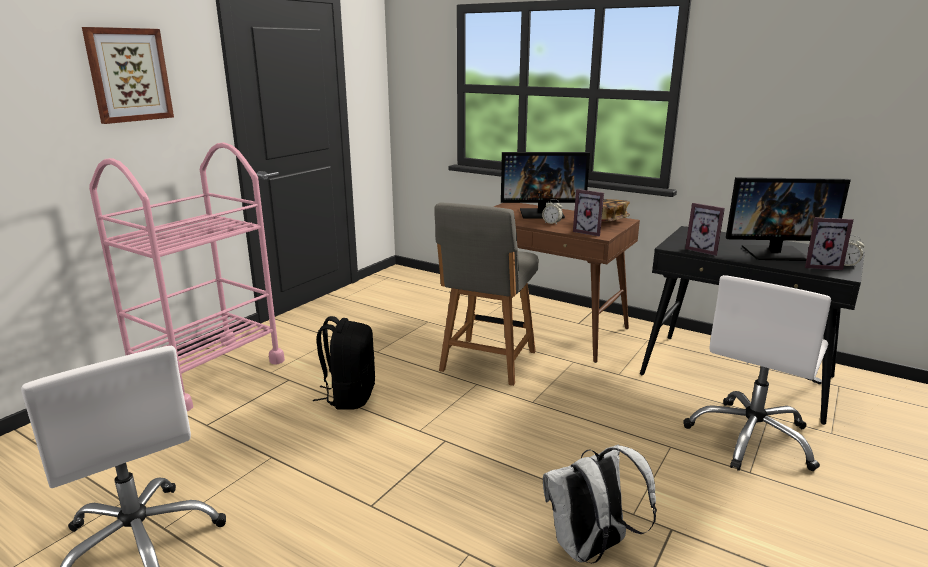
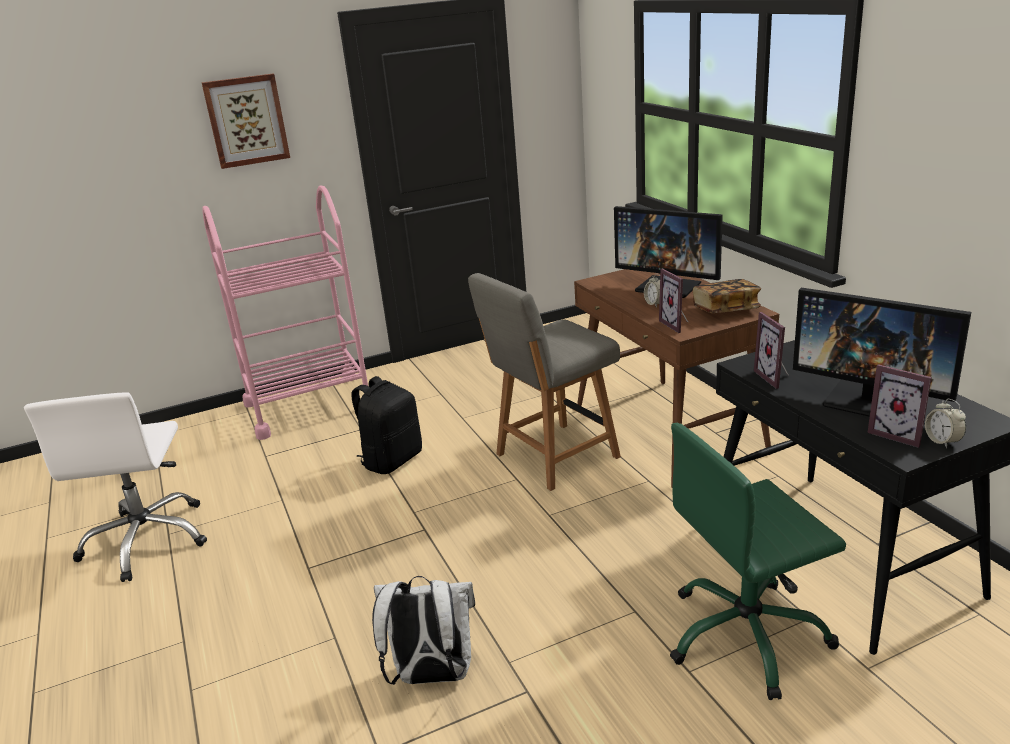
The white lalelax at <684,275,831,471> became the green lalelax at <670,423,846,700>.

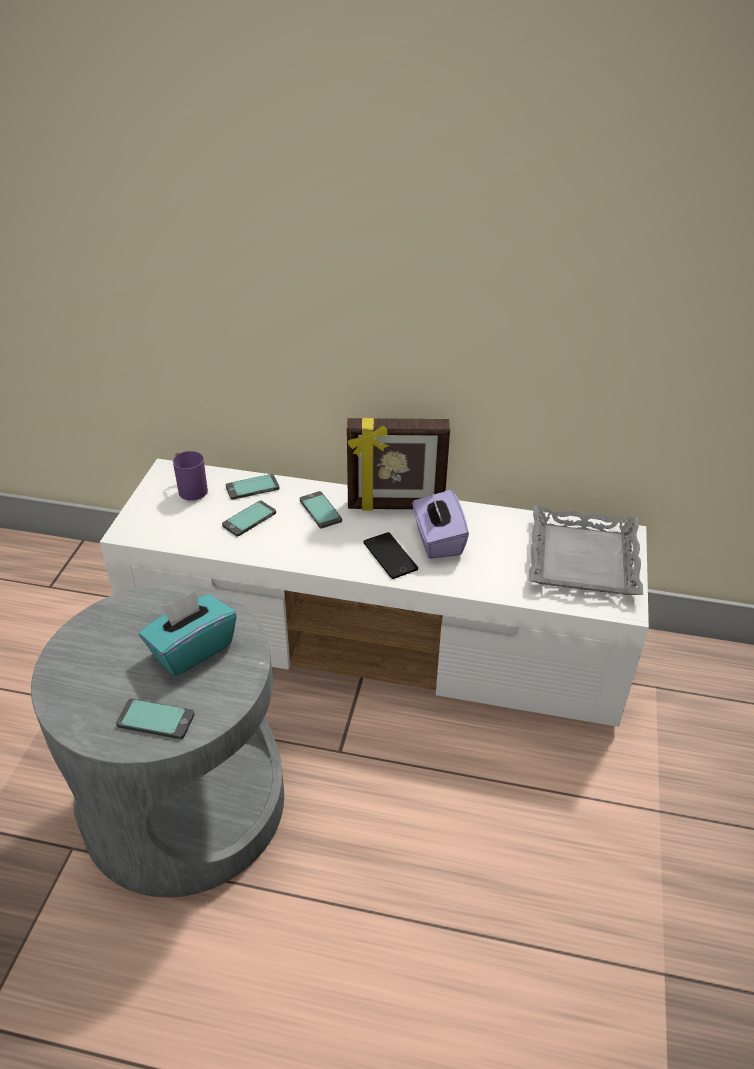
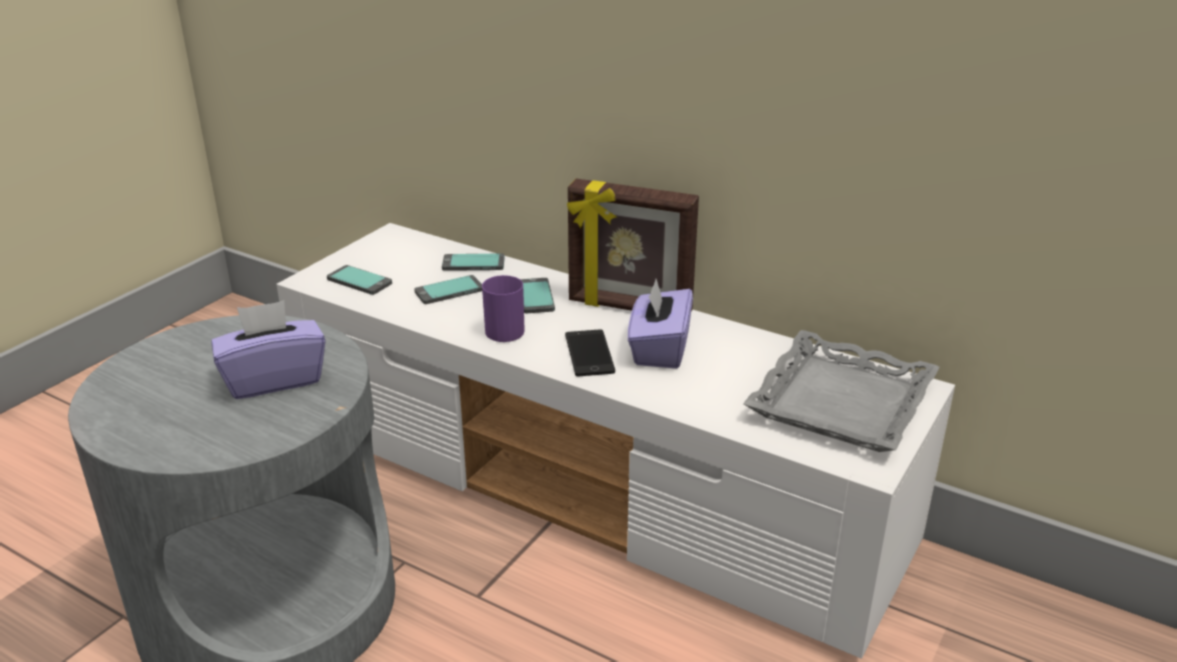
The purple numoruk moved from <173,451,208,501> to <482,275,525,342>.
The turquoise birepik at <139,590,236,676> became the purple birepik at <212,300,325,399>.
The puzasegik moved from <116,698,194,739> to <327,265,392,295>.

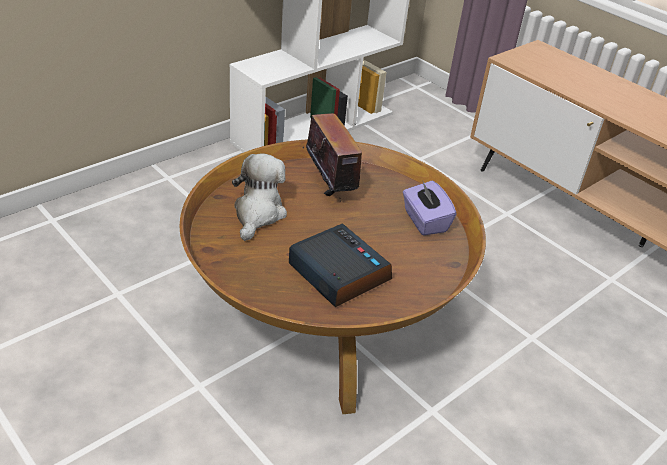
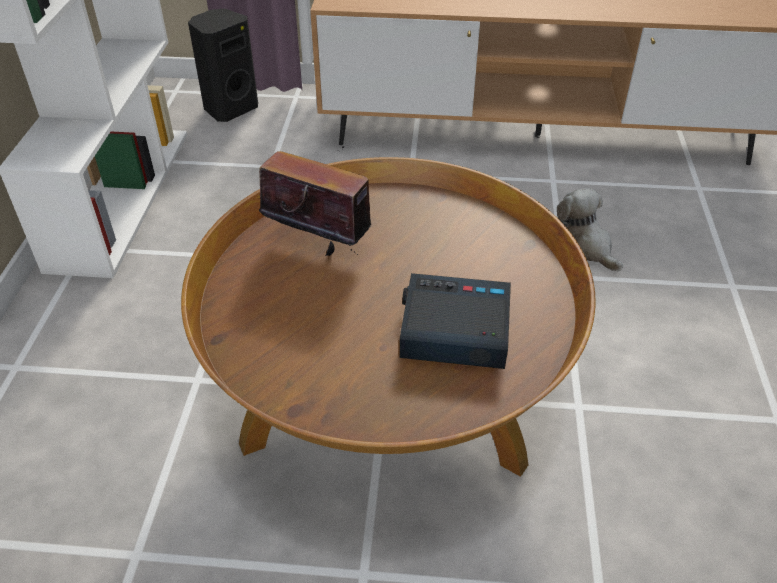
The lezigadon moved from <232,153,287,241> to <557,188,623,272>.
The purple birepik at <403,180,456,236> disappeared.
The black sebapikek at <188,9,258,122> appeared.

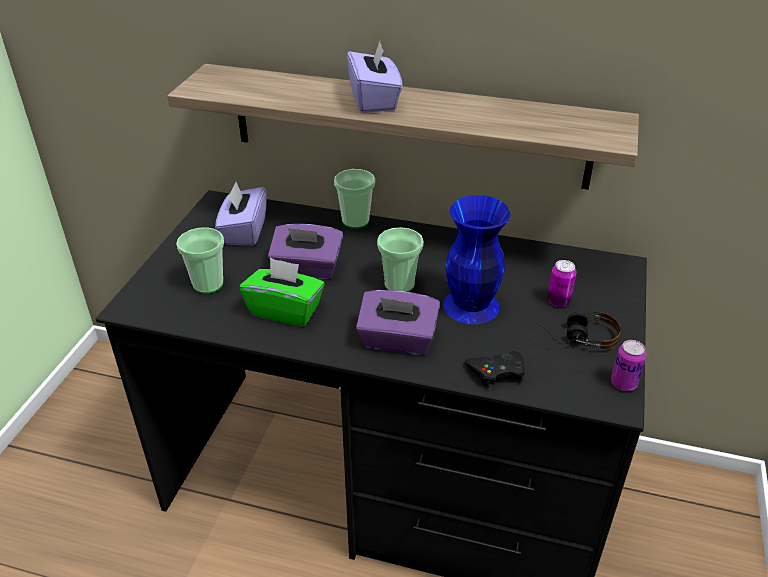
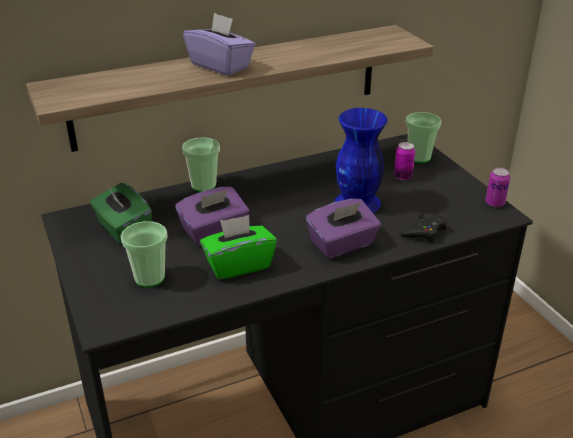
The purple birepik at <215,182,267,246> became the green birepik at <90,183,152,245>.
The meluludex moved from <377,227,423,292> to <406,112,441,163>.
The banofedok at <540,312,621,350> disappeared.

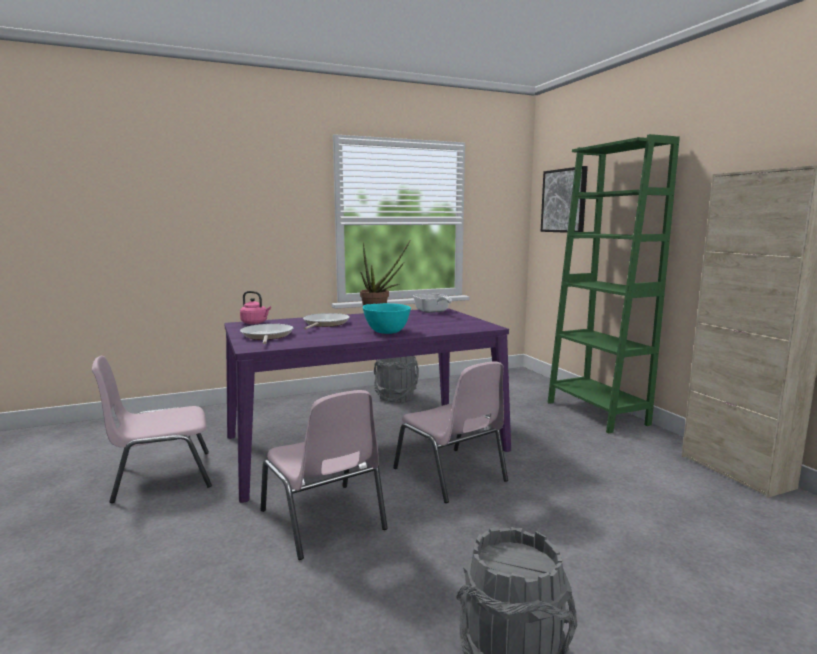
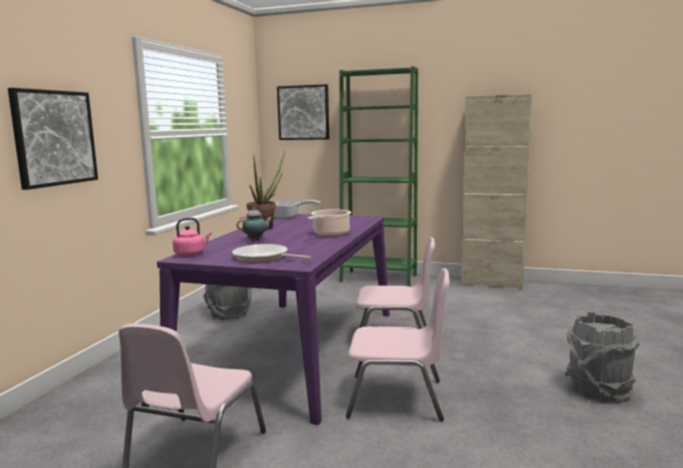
The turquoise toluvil at <363,303,411,334> was replaced by the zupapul at <307,209,351,236>.
The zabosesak at <303,313,350,330> was replaced by the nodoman at <236,207,273,241>.
The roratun at <8,88,98,190> appeared.

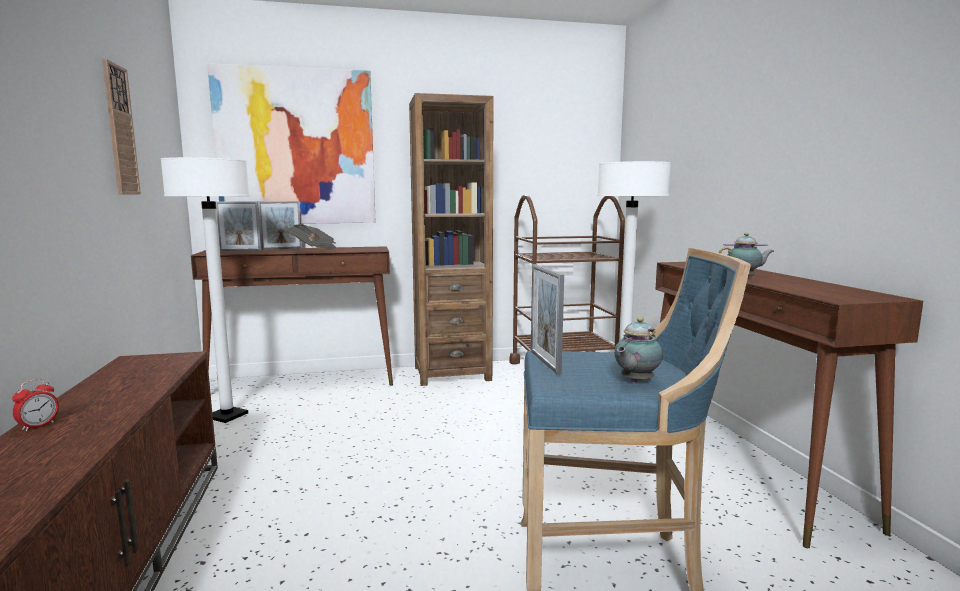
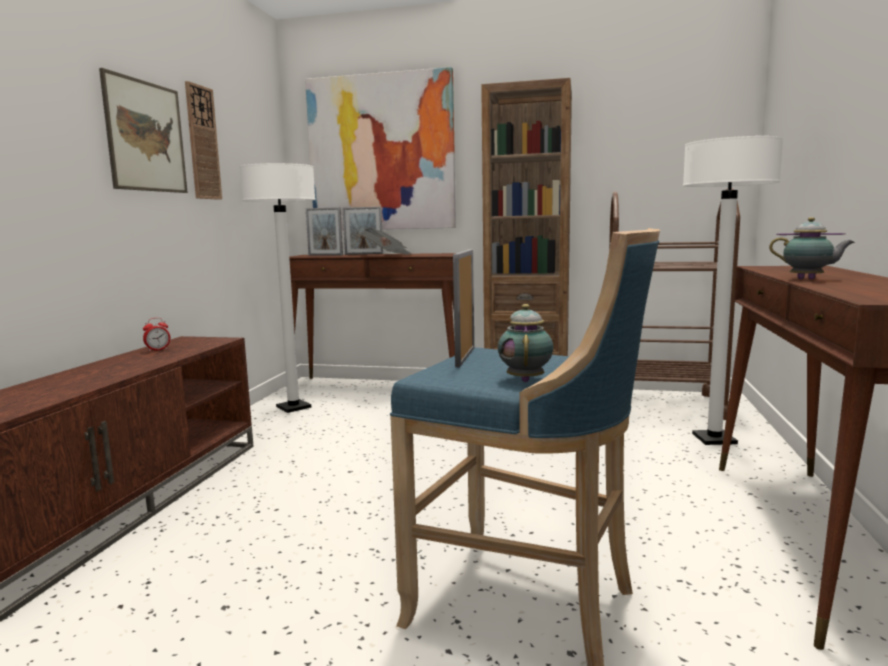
The nodoman at <614,317,663,382> turned 120 degrees clockwise.
The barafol moved from <12,379,59,431> to <143,318,170,351>.
The roratun at <99,68,188,193> appeared.

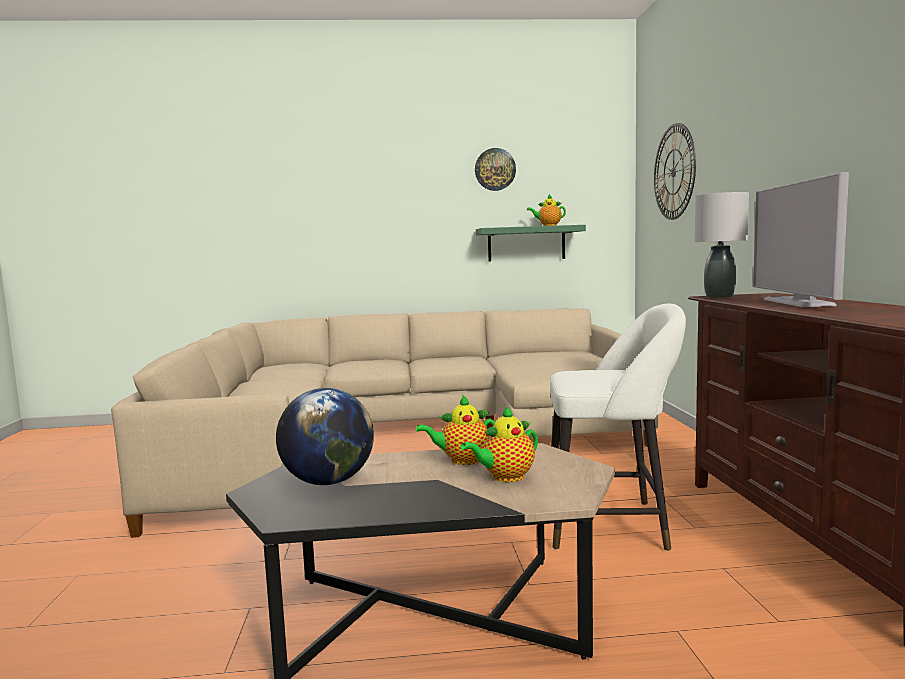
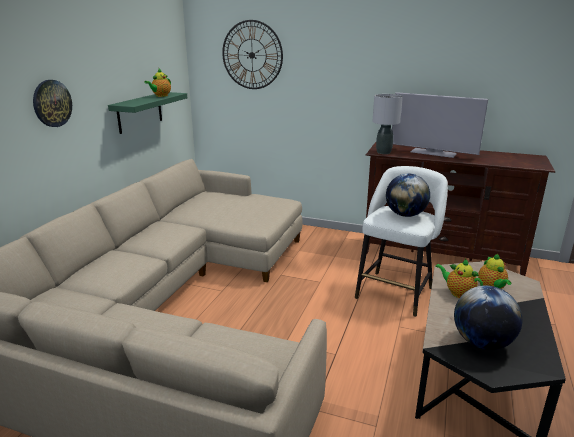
The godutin moved from <475,148,516,191> to <33,80,72,127>.
The nodoman at <416,395,495,465> turned 120 degrees clockwise.
The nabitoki at <386,173,430,217> appeared.

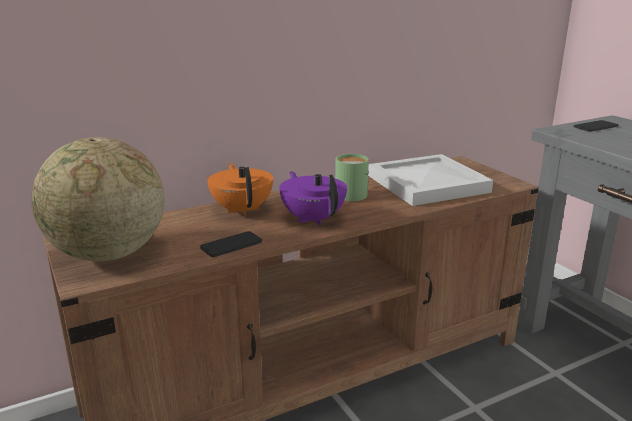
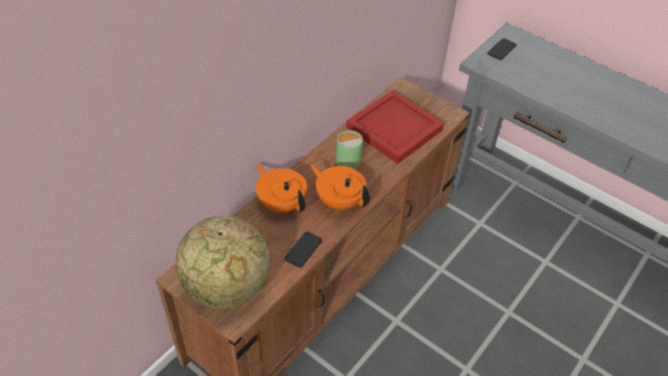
The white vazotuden at <368,154,493,206> became the red vazotuden at <346,90,444,164>.
The purple nodoman at <279,171,347,225> became the orange nodoman at <311,165,370,210>.

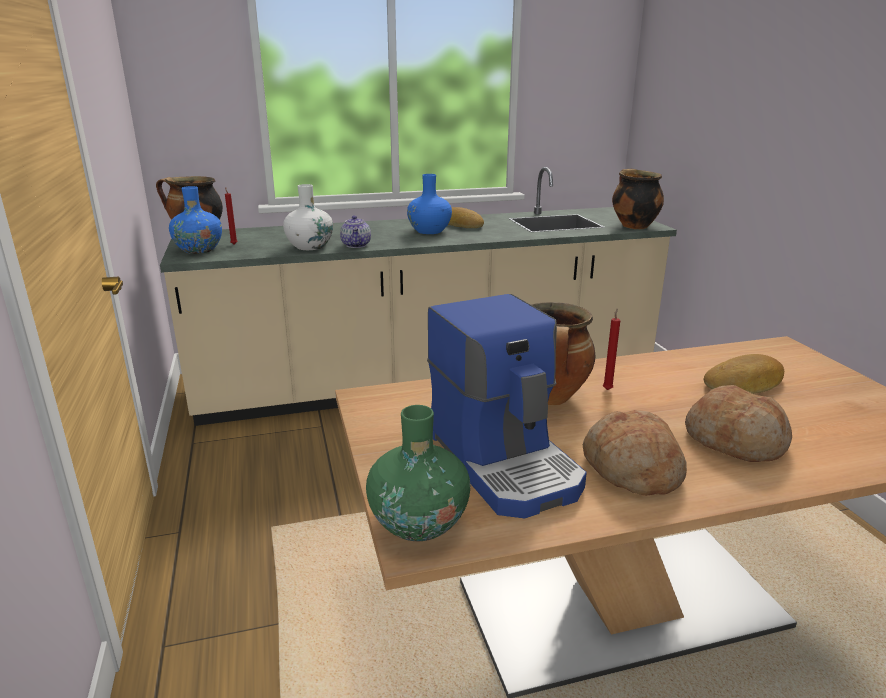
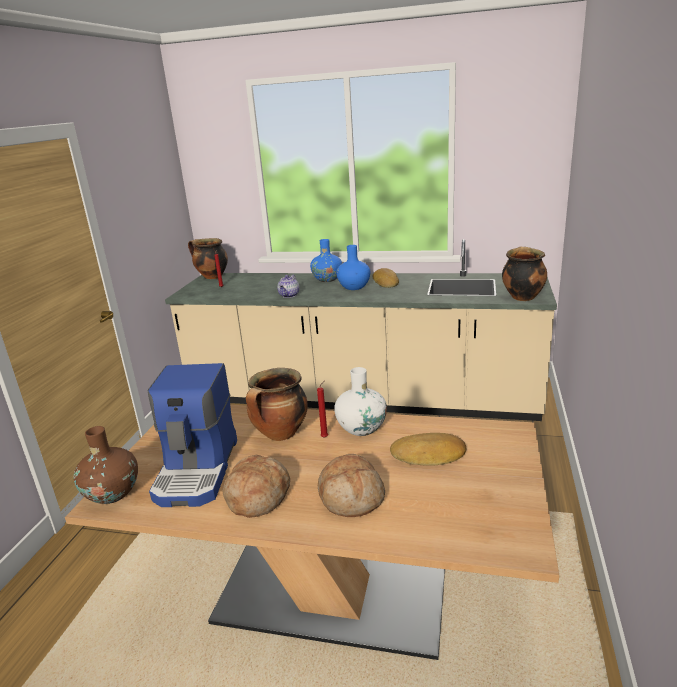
The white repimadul moved from <283,184,333,250> to <334,367,387,436>.
The blue repimadul moved from <169,186,222,254> to <310,239,342,282>.
The green repimadul at <366,405,470,541> became the brown repimadul at <74,426,138,504>.

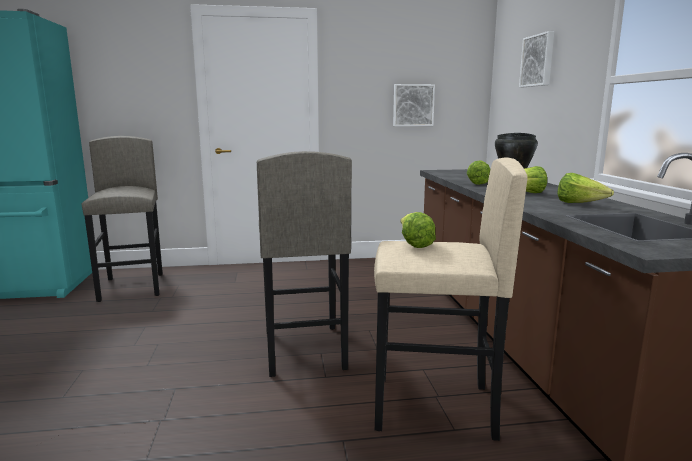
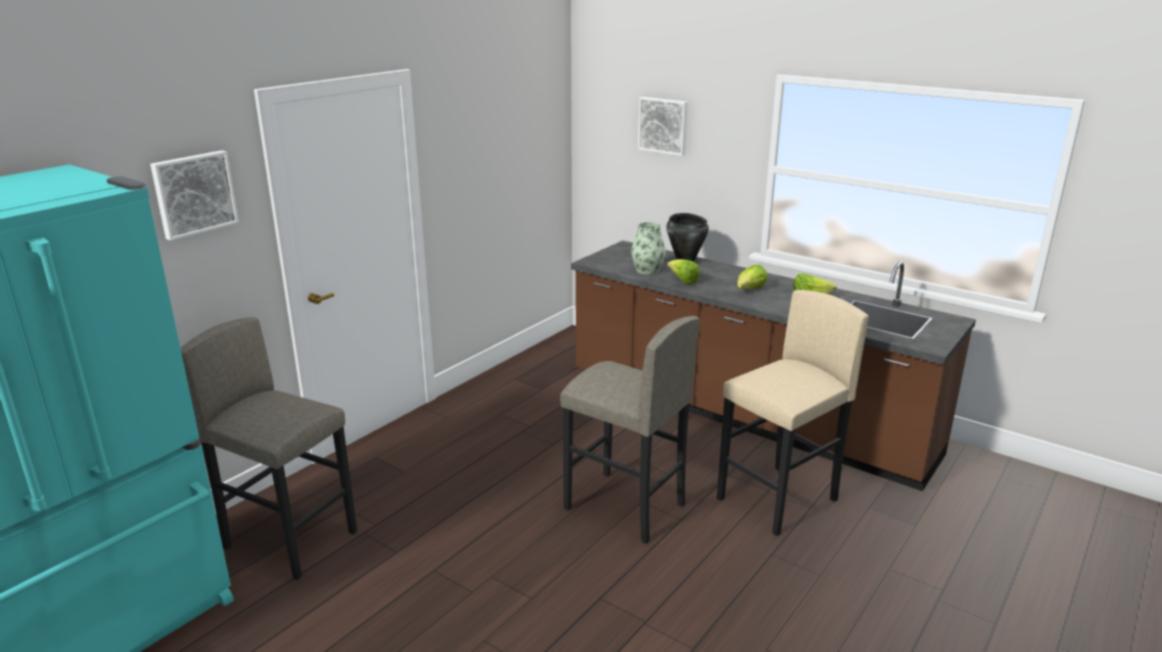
The roratun moved from <393,84,435,126> to <150,150,239,240>.
The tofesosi at <400,212,436,248> disappeared.
The repimadul at <631,222,666,275> appeared.

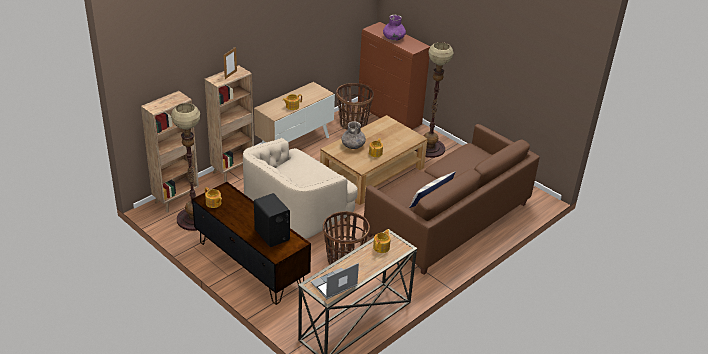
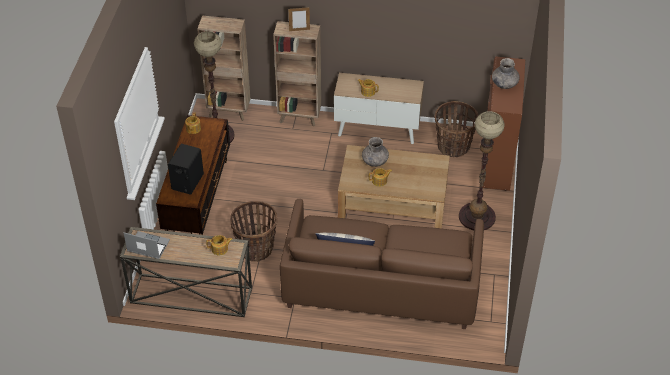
The purple repimadul at <383,15,406,41> became the grey repimadul at <492,58,520,89>.
The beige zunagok at <243,138,358,239> disappeared.

